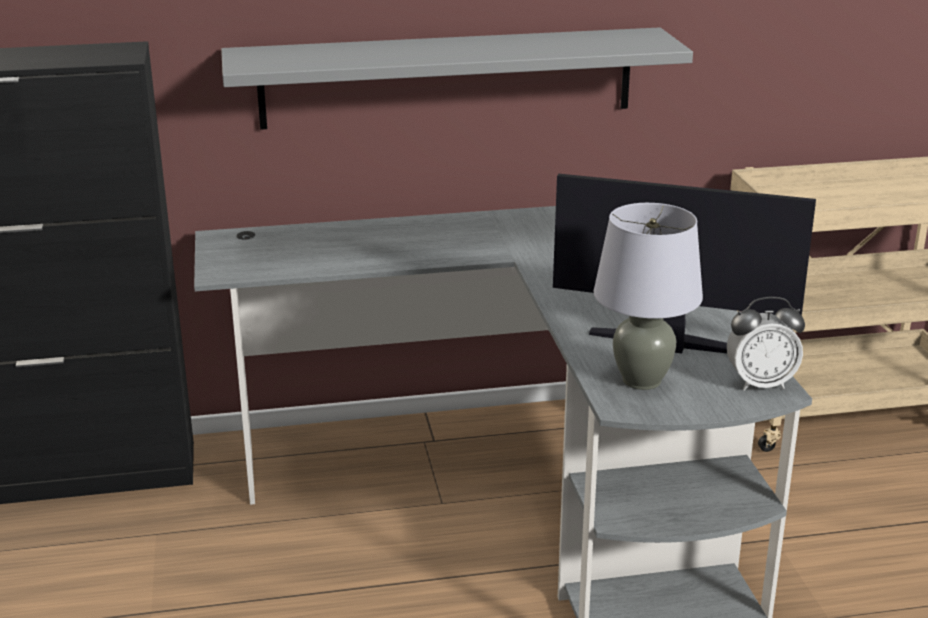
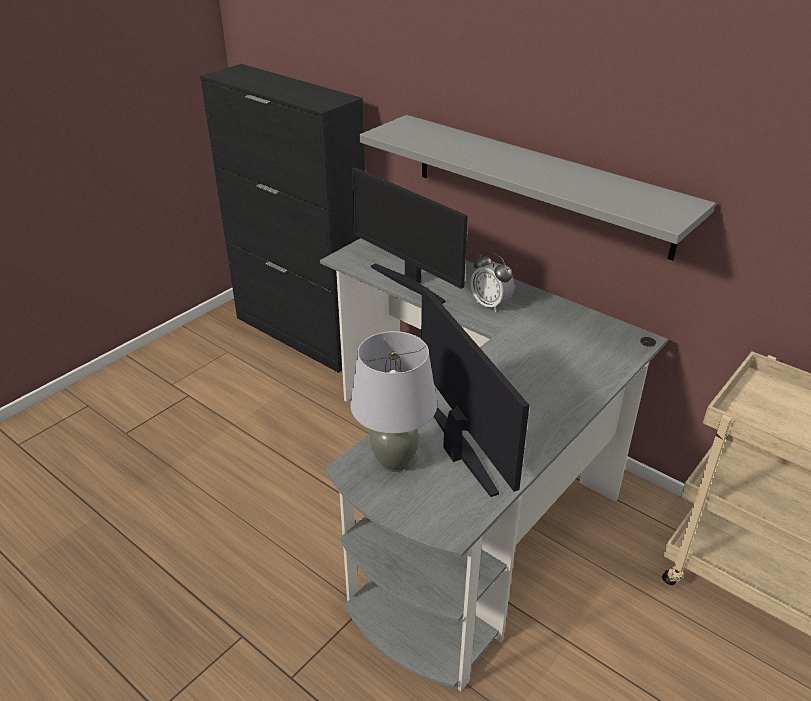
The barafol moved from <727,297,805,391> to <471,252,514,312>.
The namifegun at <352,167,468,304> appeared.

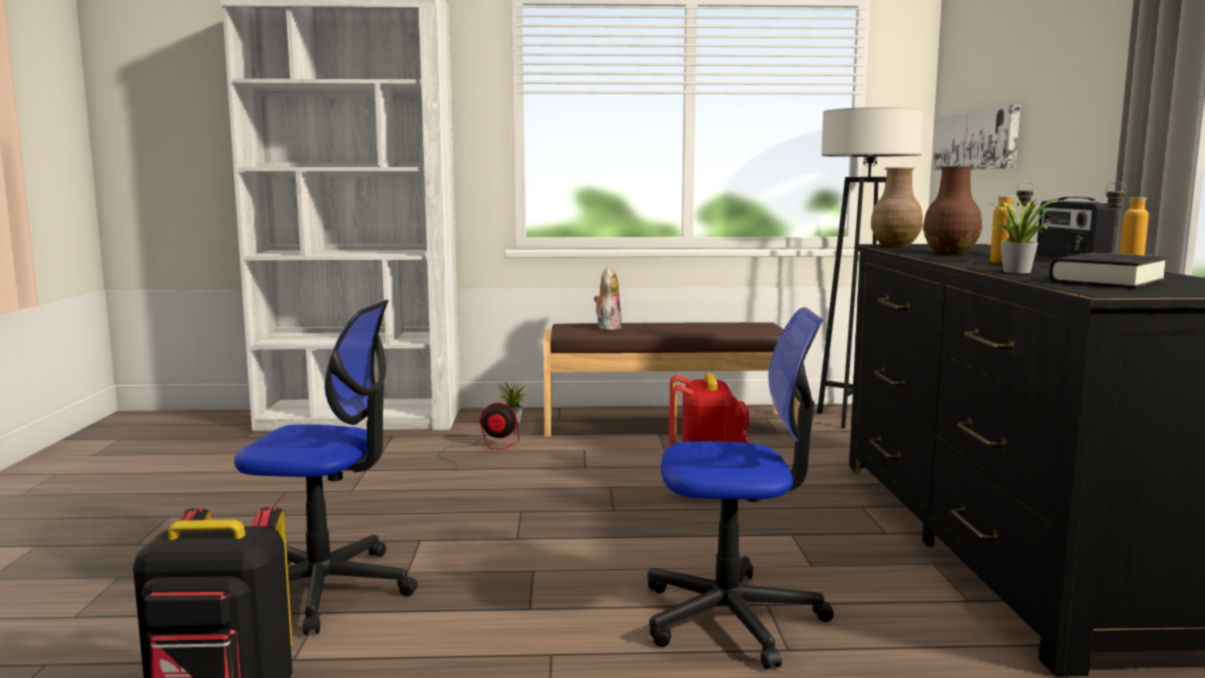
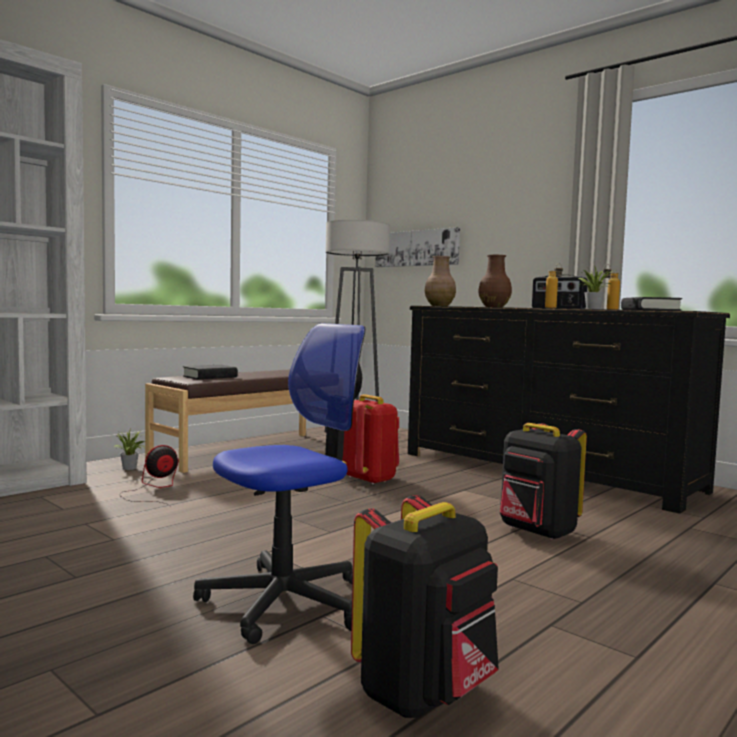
The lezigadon at <594,266,622,330> was replaced by the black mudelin at <183,365,238,379>.
The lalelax at <647,307,834,669> was replaced by the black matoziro at <500,423,587,540>.

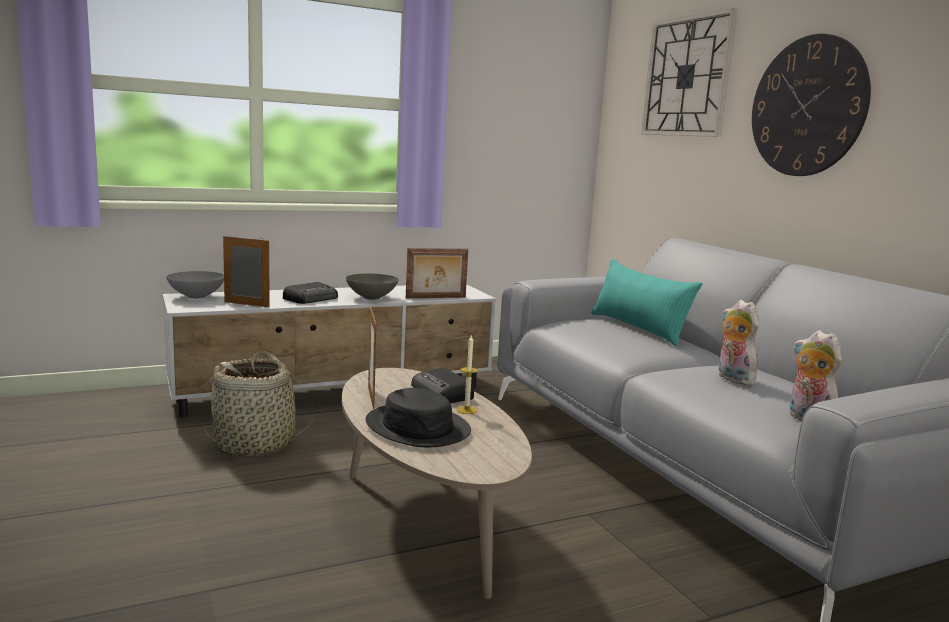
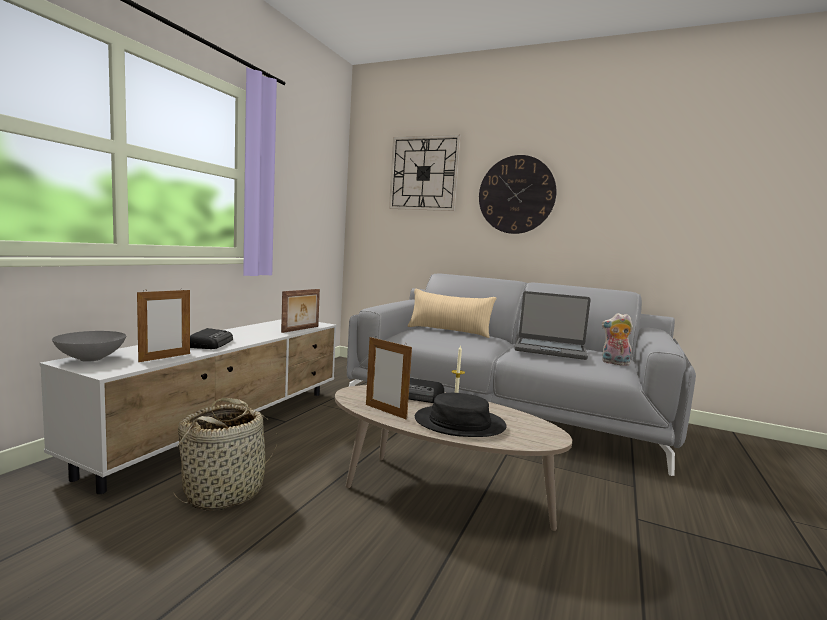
The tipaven at <223,235,270,307> turned 150 degrees clockwise.
The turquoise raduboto at <591,259,703,347> became the beige raduboto at <408,289,496,338>.
The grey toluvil at <346,274,399,300> disappeared.
The lezigadon at <719,300,761,385> was replaced by the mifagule at <515,291,591,360>.

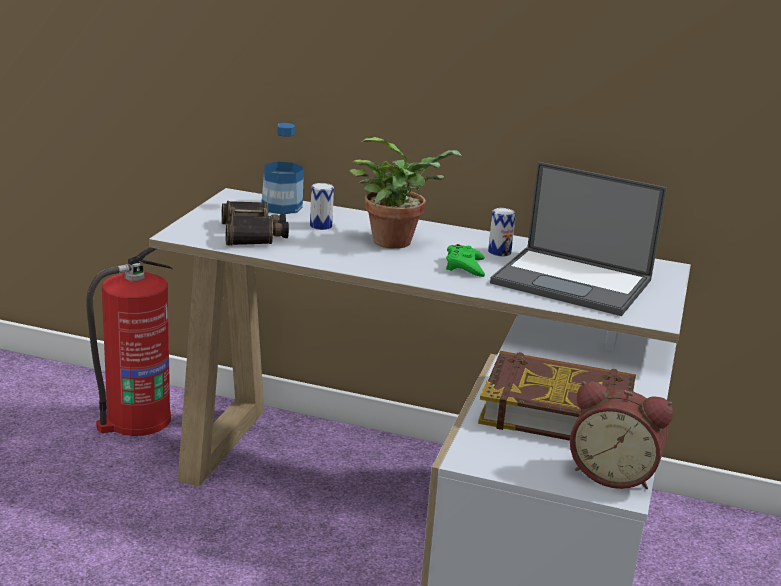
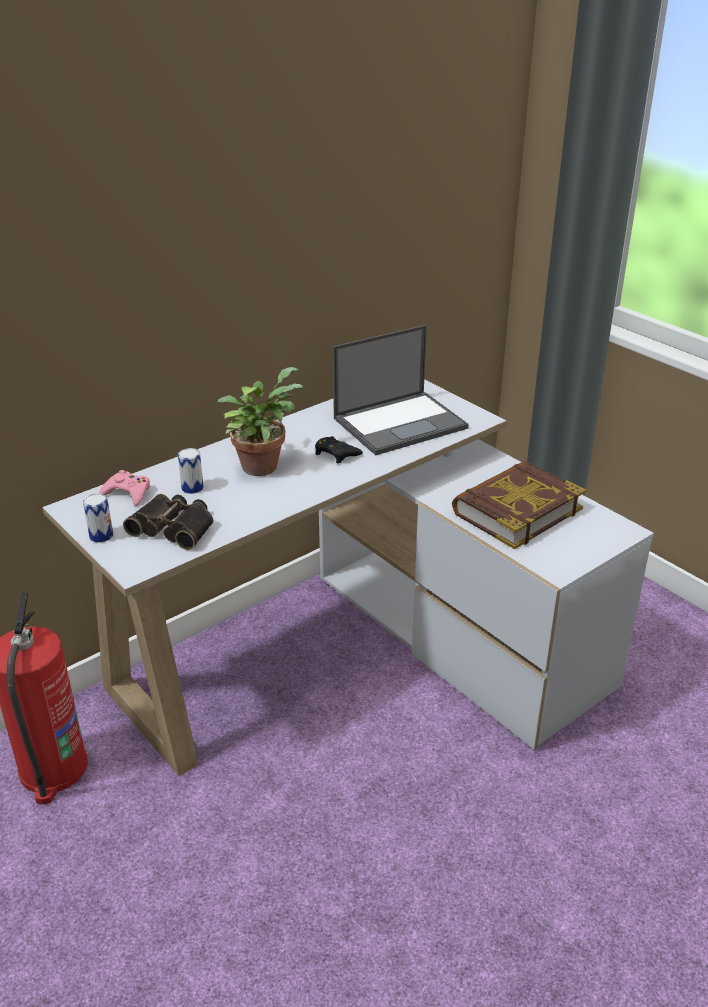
The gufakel at <262,123,304,214> was replaced by the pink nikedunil at <99,470,150,506>.
The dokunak moved from <488,208,516,257> to <83,494,113,543>.
The green nikedunil at <446,244,485,277> became the black nikedunil at <315,436,363,463>.
The barafol at <570,381,673,489> disappeared.

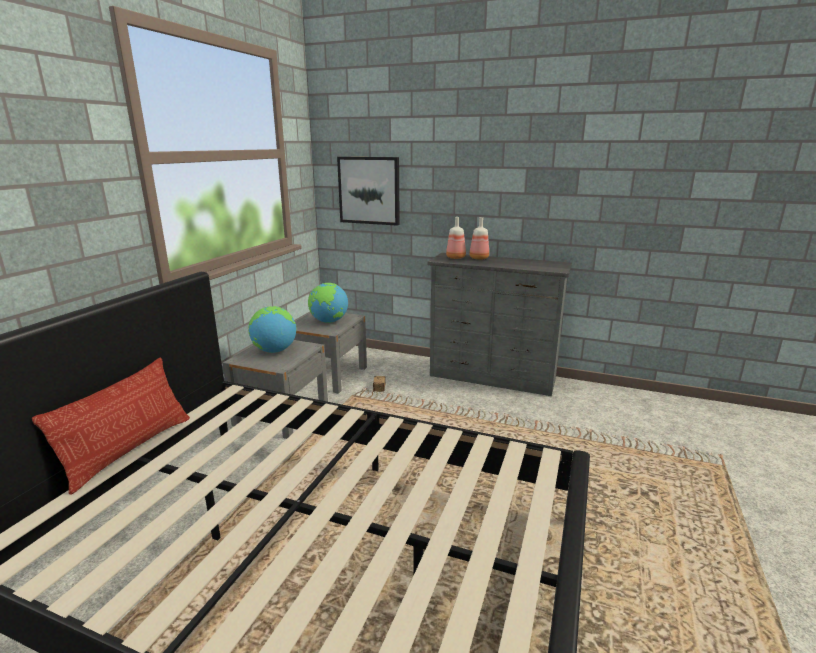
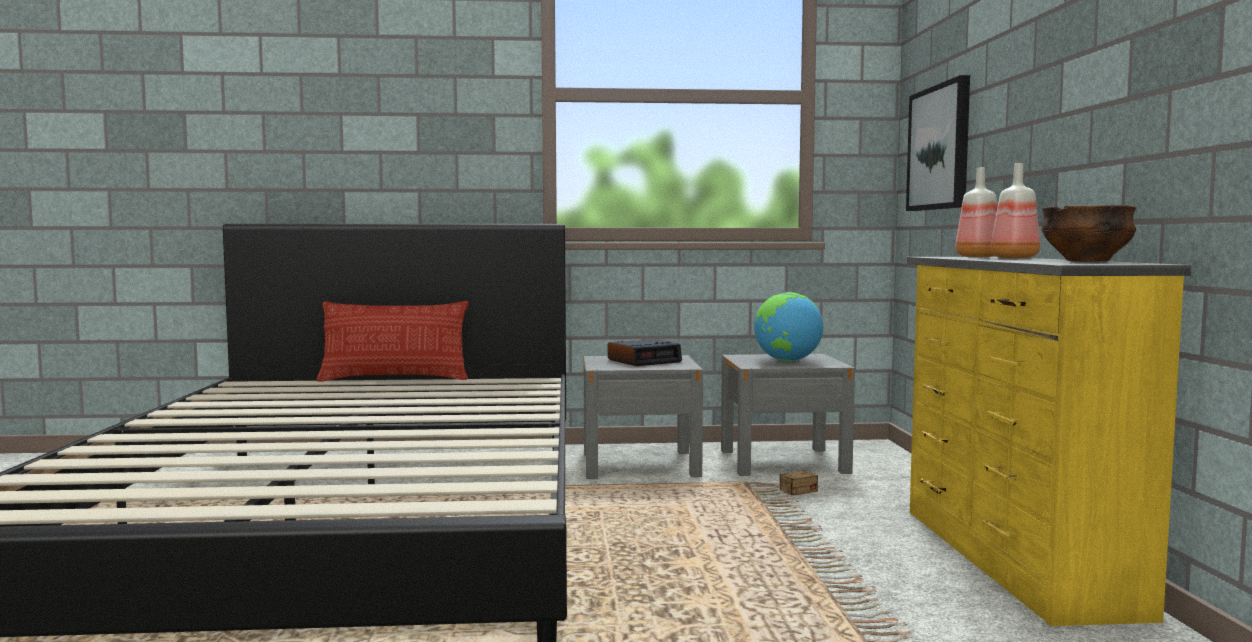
The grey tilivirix at <428,253,572,396> became the yellow tilivirix at <907,257,1191,626>.
The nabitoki at <248,306,297,353> was replaced by the barafol at <608,339,682,366>.
The toluvil at <1042,205,1136,262> appeared.

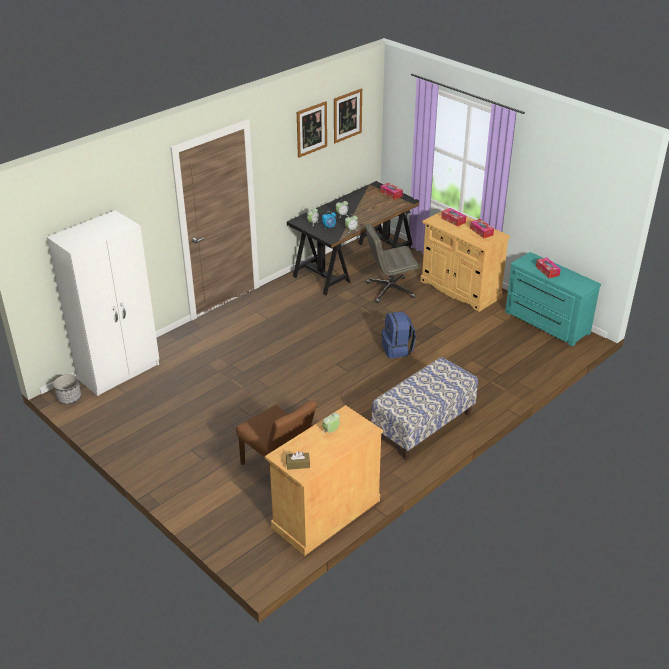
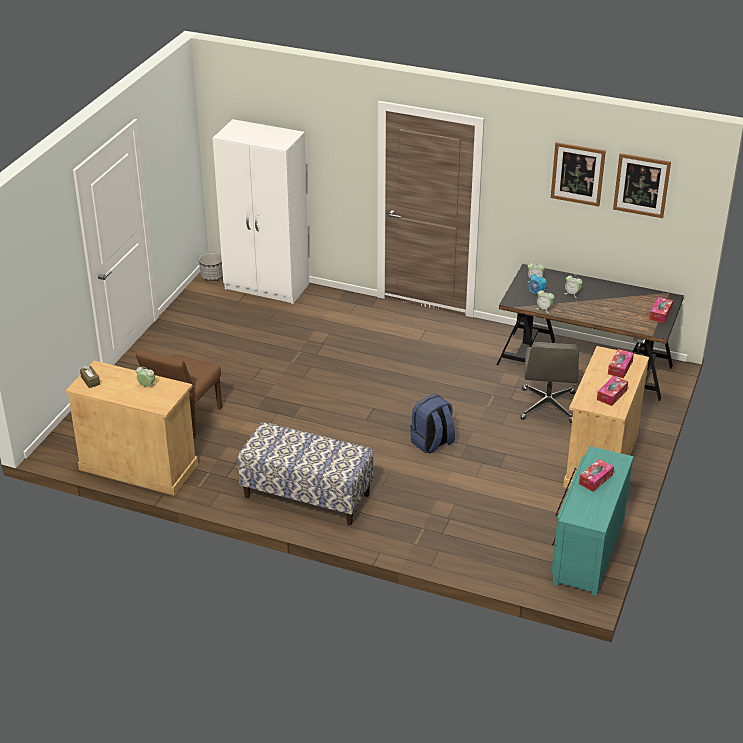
The grey lalelax at <366,224,419,303> turned 135 degrees counterclockwise.

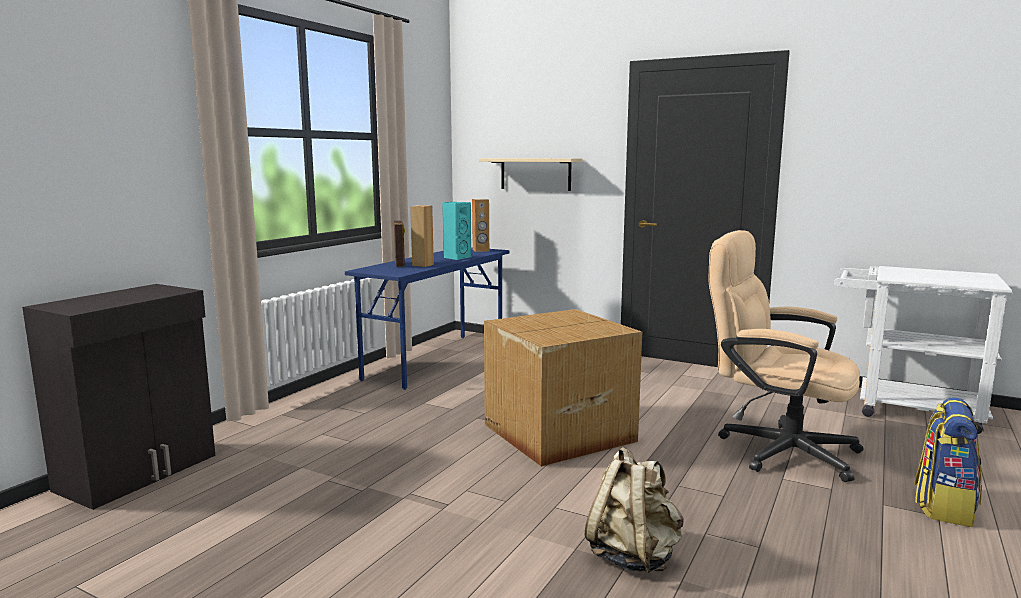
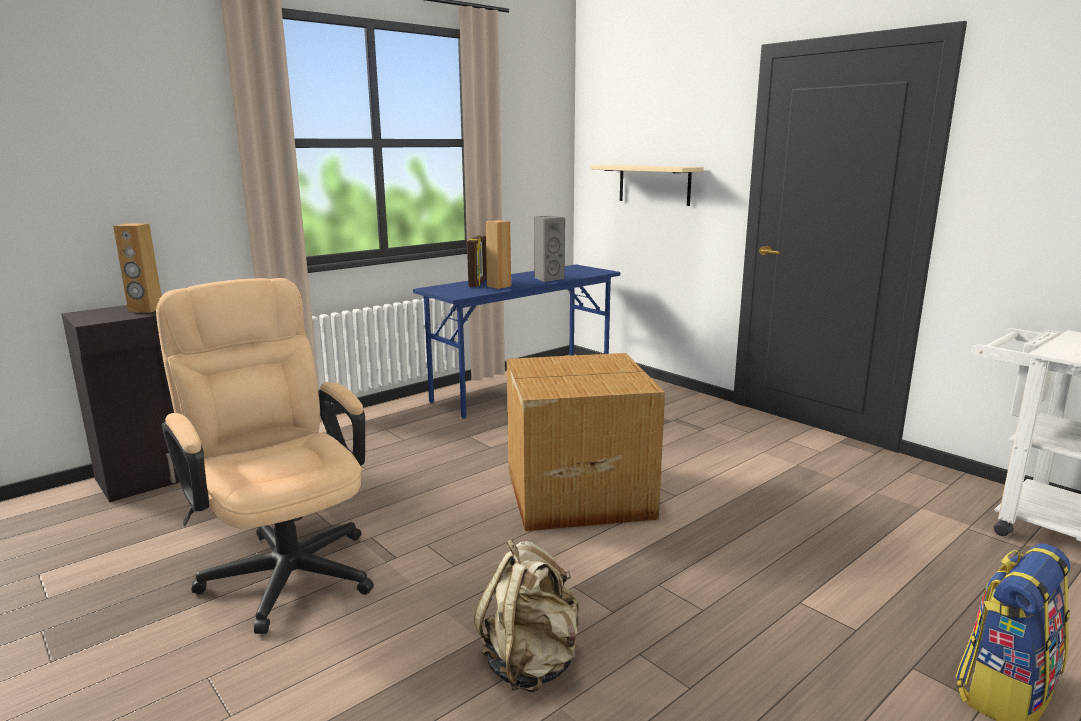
The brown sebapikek moved from <472,199,489,252> to <113,223,162,313>.
The turquoise sebapikek at <442,202,472,260> became the grey sebapikek at <534,216,565,282>.
The beige lalelax moved from <709,230,863,482> to <156,278,374,634>.

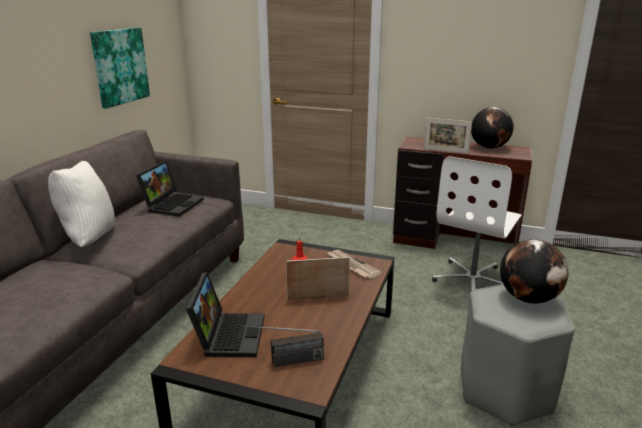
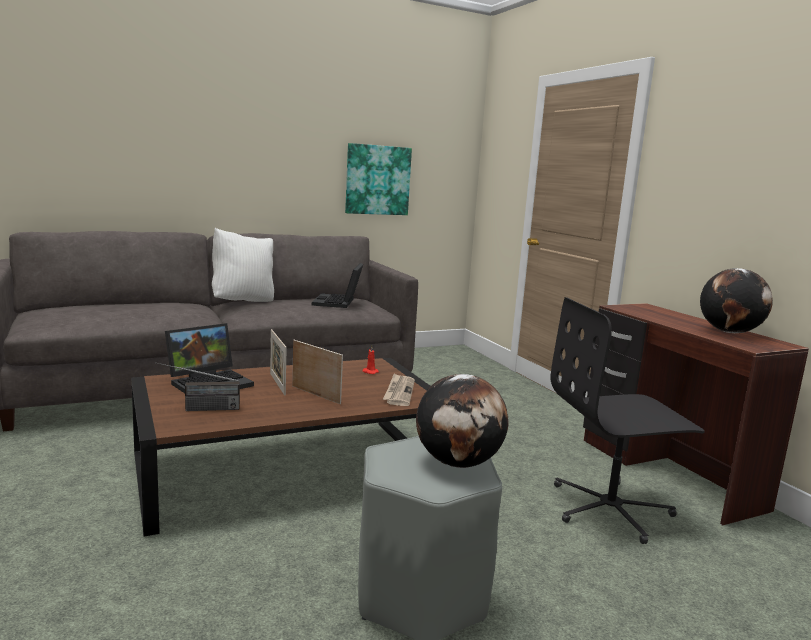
The tipaven moved from <424,118,472,153> to <270,329,287,395>.
The white lalelax at <432,156,522,291> became the black lalelax at <550,297,705,544>.
The mifagule at <136,161,204,217> turned 120 degrees clockwise.
The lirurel at <241,325,324,367> turned 45 degrees counterclockwise.

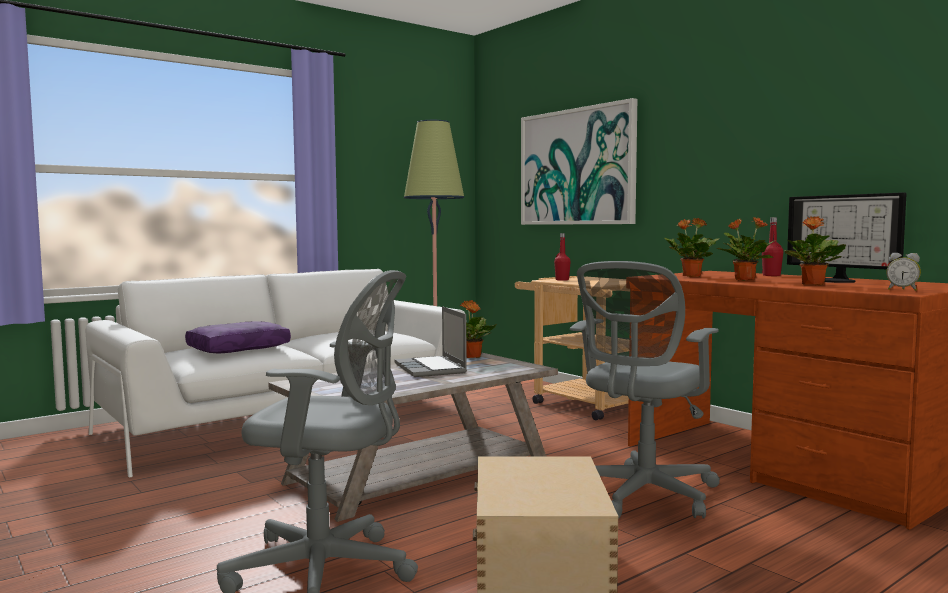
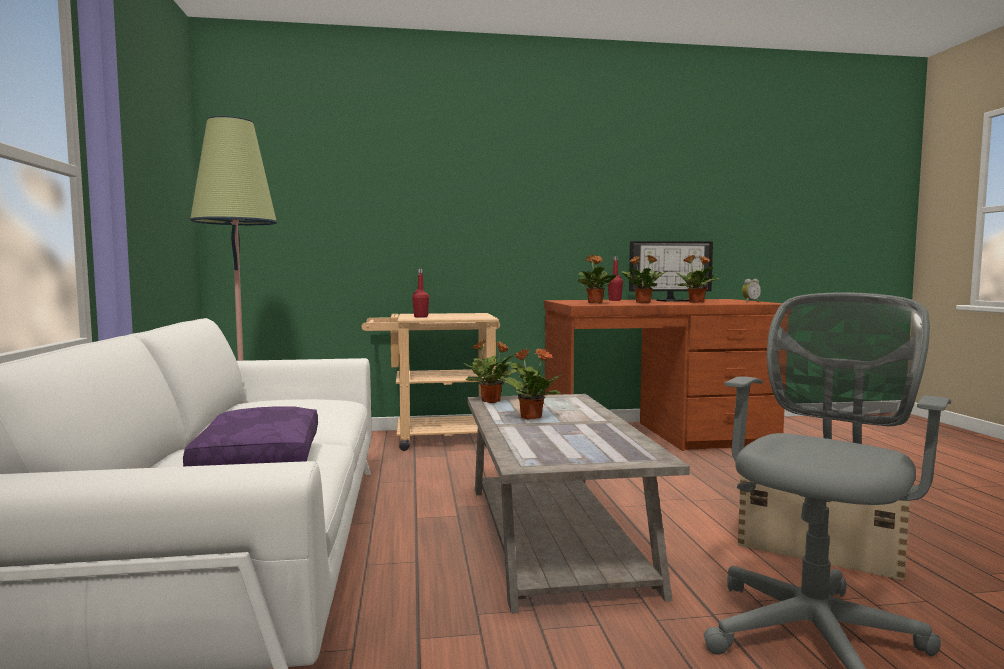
The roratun at <521,98,637,225> disappeared.
The grey lalelax at <570,261,720,519> disappeared.
The mifagule at <395,306,467,377> was replaced by the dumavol at <502,348,562,419>.

